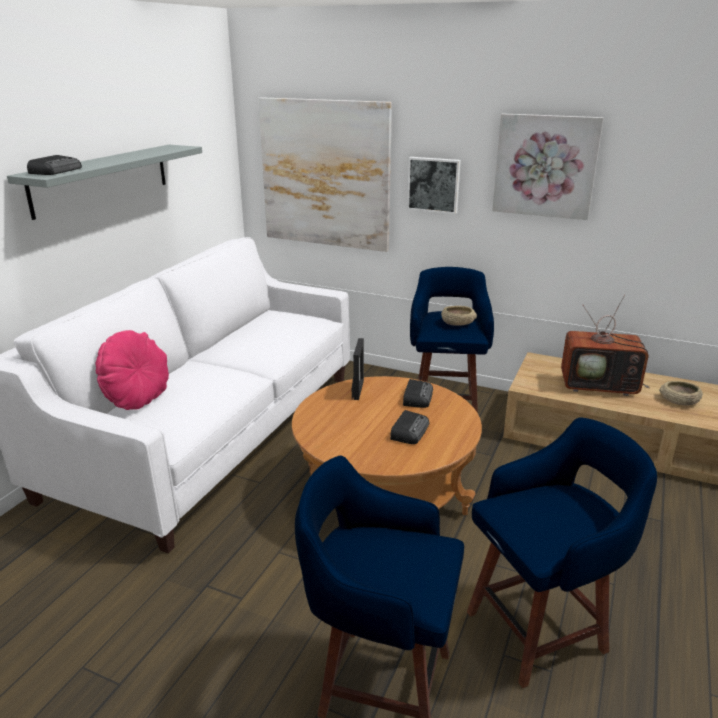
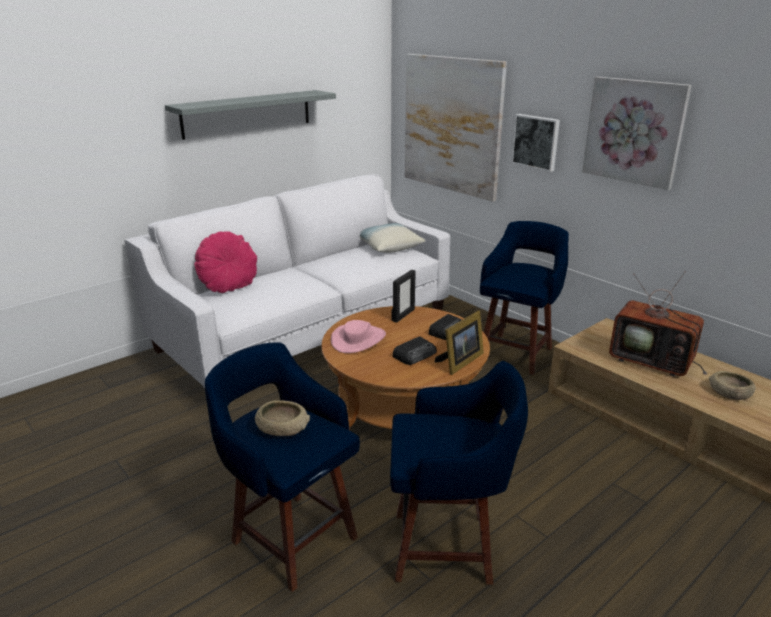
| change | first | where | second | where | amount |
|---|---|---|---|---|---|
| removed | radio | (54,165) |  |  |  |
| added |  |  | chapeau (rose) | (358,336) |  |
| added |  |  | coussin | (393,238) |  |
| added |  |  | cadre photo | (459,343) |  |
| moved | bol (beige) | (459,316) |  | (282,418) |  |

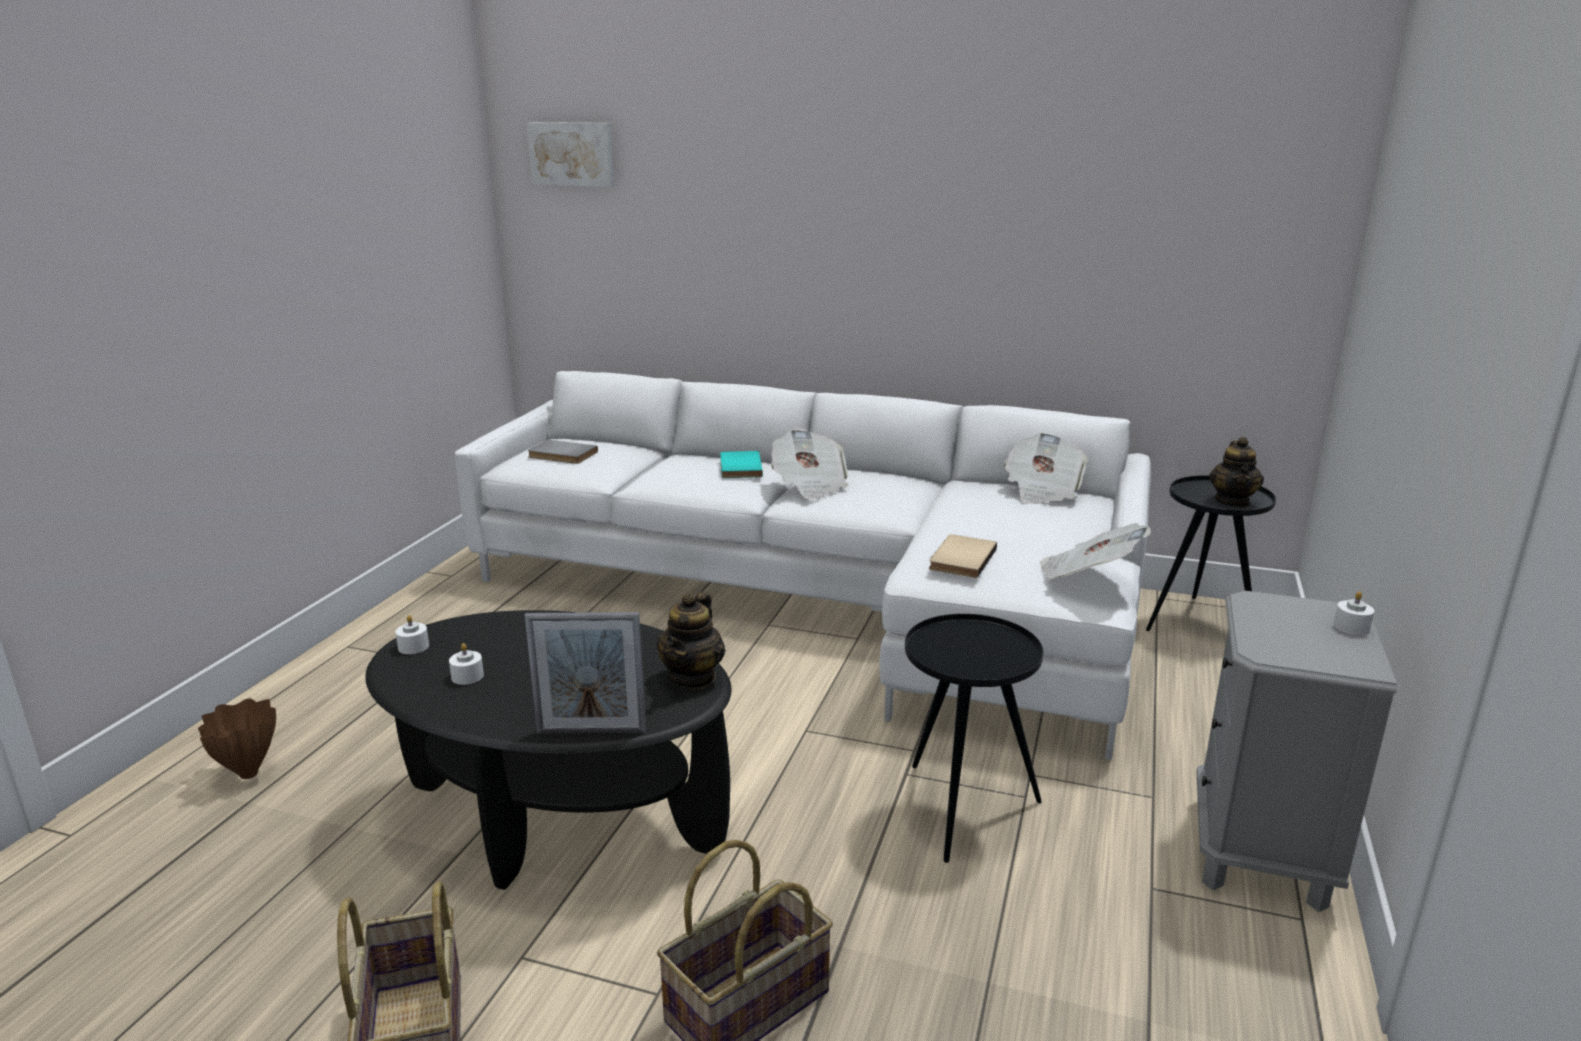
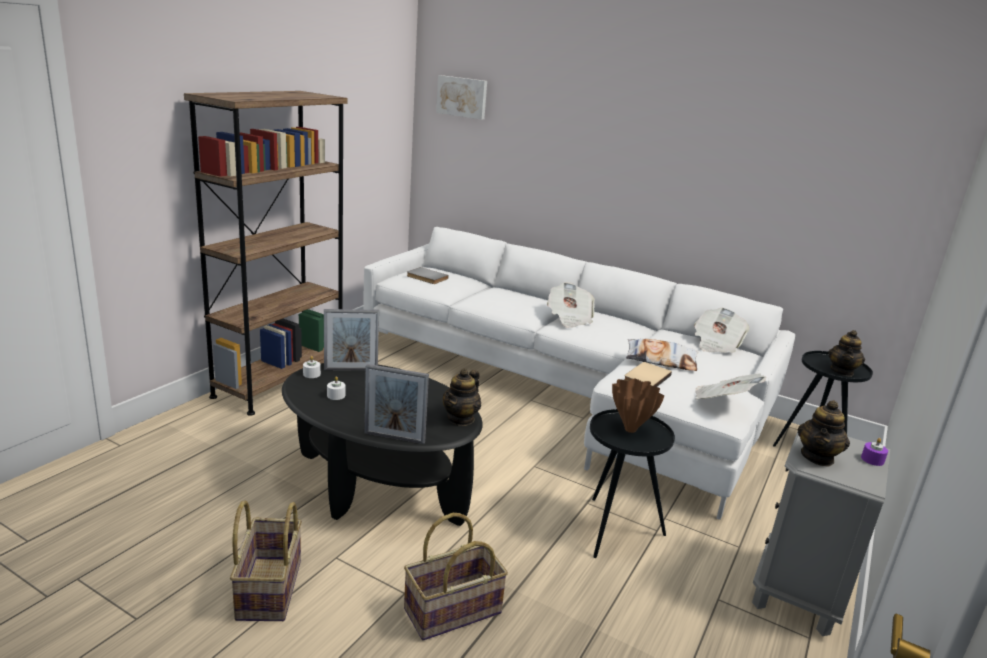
| change | first | where | second | where | amount |
|---|---|---|---|---|---|
| removed | livre (turquoise) | (741,464) |  |  |  |
| added |  |  | bibliothèque (marron) | (265,253) |  |
| added |  |  | cadre photo | (351,339) |  |
| added |  |  | coussin | (662,355) |  |
| added |  |  | théière | (824,433) |  |
| moved | vase (marron) | (237,738) |  | (638,405) |  |
| recoloured | bougie (blanc) | (1354,613) | bougie (violet) | (874,452) |  |

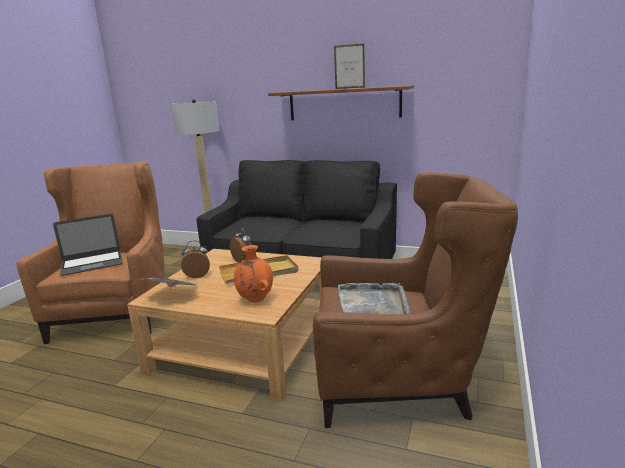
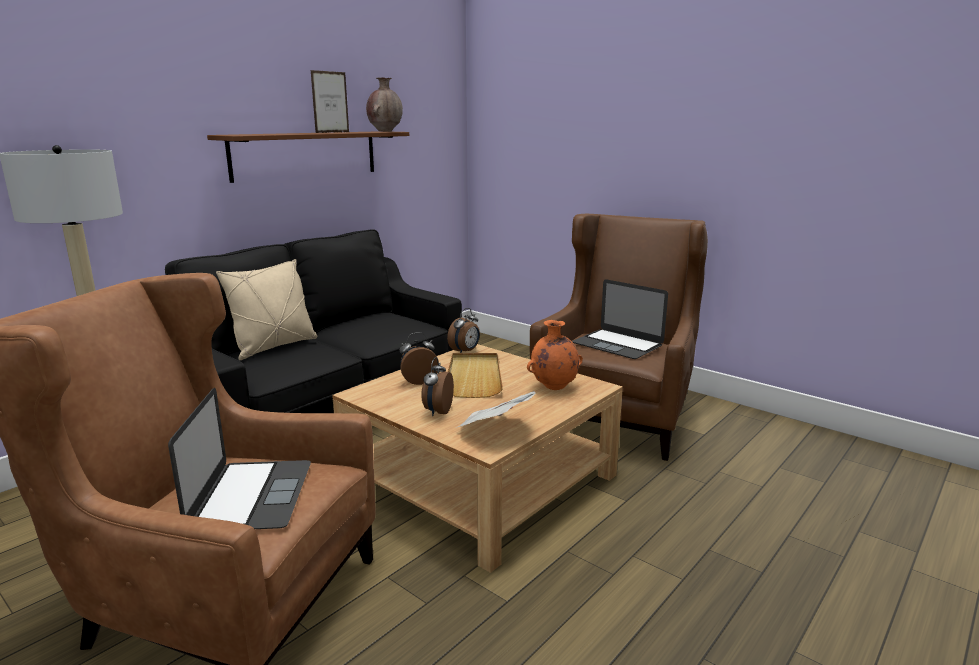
| change | first | where | second | where | amount |
|---|---|---|---|---|---|
| added |  |  | coussin (beige) | (267,309) |  |
| added |  |  | vase (marron) | (384,104) |  |
| added |  |  | réveil | (463,330) |  |
| replaced | plateau (gris) | (374,298) | ordinateur portable | (620,319) |  |

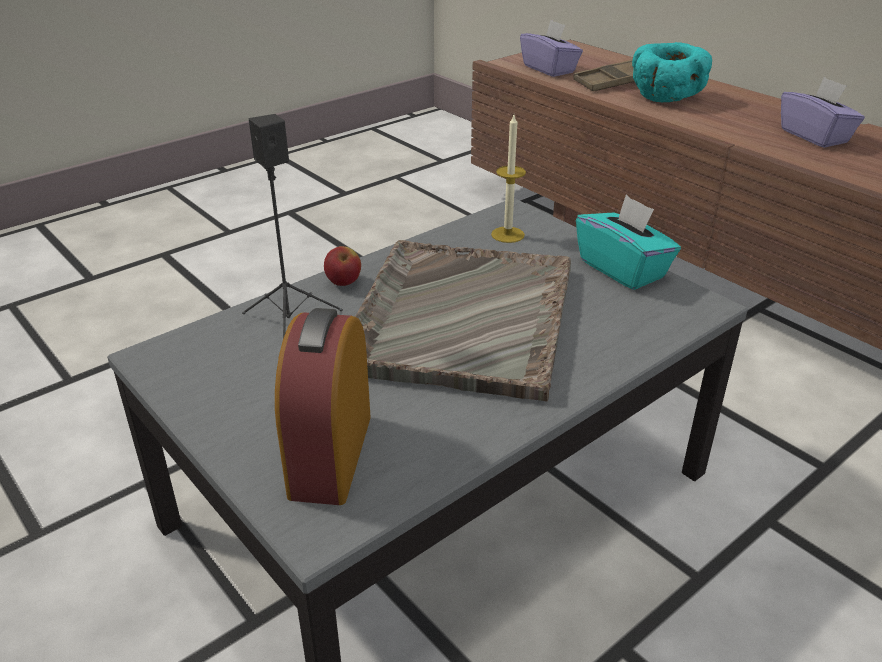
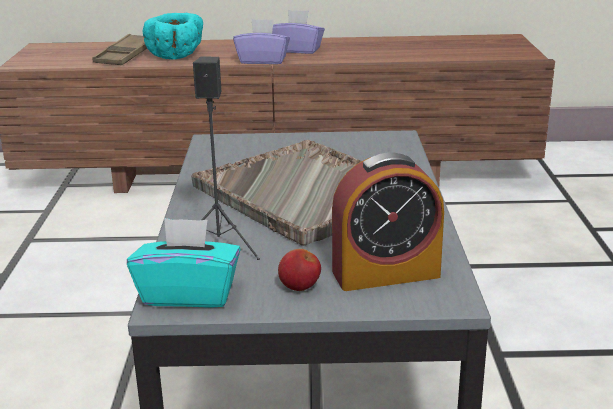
| change | first | where | second | where | amount |
|---|---|---|---|---|---|
| removed | bougie | (508,179) |  |  |  |
| moved | pomme | (342,266) |  | (299,270) |  |
| moved | boîte à mouchoirs (violet) | (551,48) |  | (261,41) |  |
| moved | boîte à mouchoirs (turquoise) | (628,242) |  | (184,263) |  |
| turned | réveil | (323,406) |  | (388,222) | 60 degrees counterclockwise |

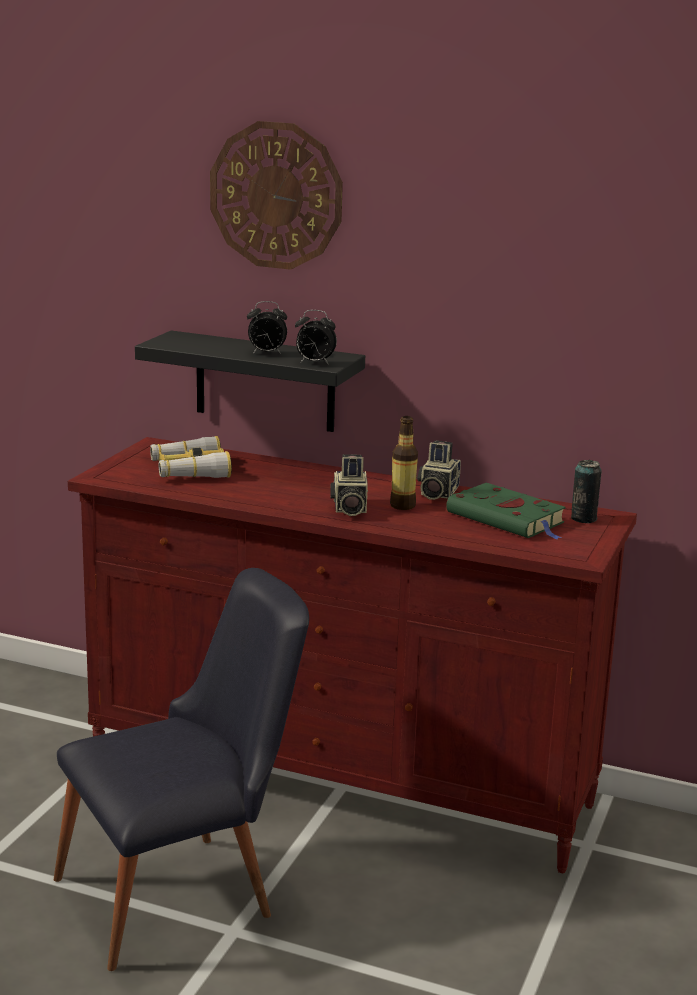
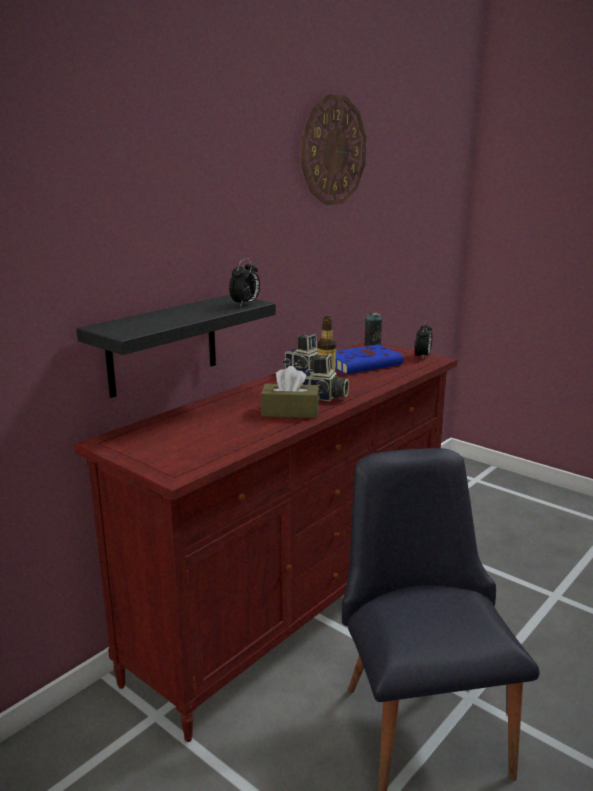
| change | first | where | second | where | amount |
|---|---|---|---|---|---|
| removed | jumelles | (191,457) |  |  |  |
| added |  |  | boîte à mouchoirs (marron) | (290,392) |  |
| moved | horloge murale | (276,195) |  | (333,149) |  |
| moved | réveil | (267,327) |  | (423,340) |  |
| recoloured | livre (vert) | (506,511) | livre (bleu) | (369,359) |  |

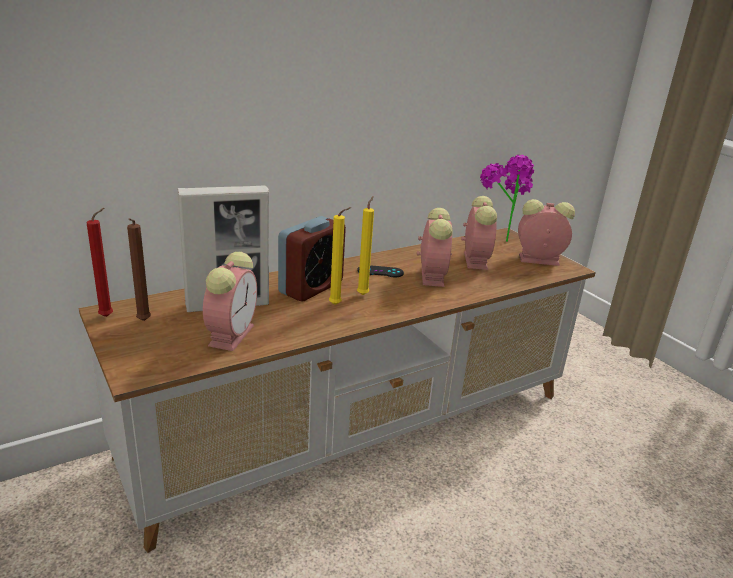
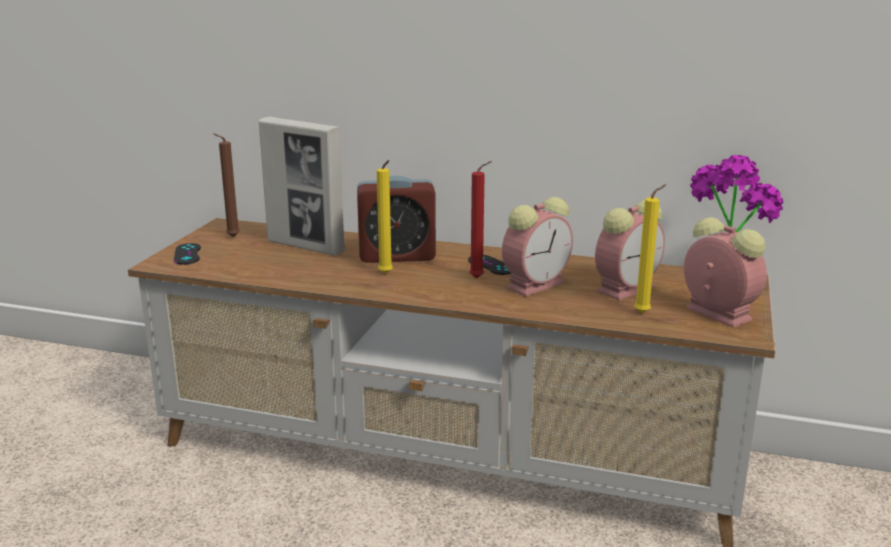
| change | first | where | second | where | amount |
|---|---|---|---|---|---|
| removed | réveil | (230,301) |  |  |  |
| added |  |  | manette (noir) | (187,254) |  |
| moved | bougie (rouge) | (100,262) |  | (480,219) |  |
| moved | bougie (jaune) | (365,245) |  | (650,248) |  |

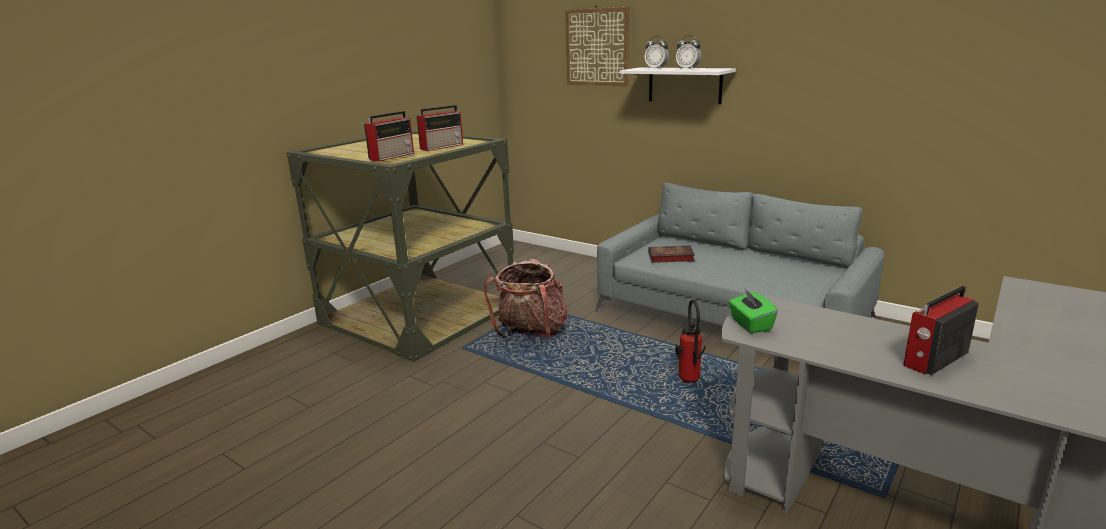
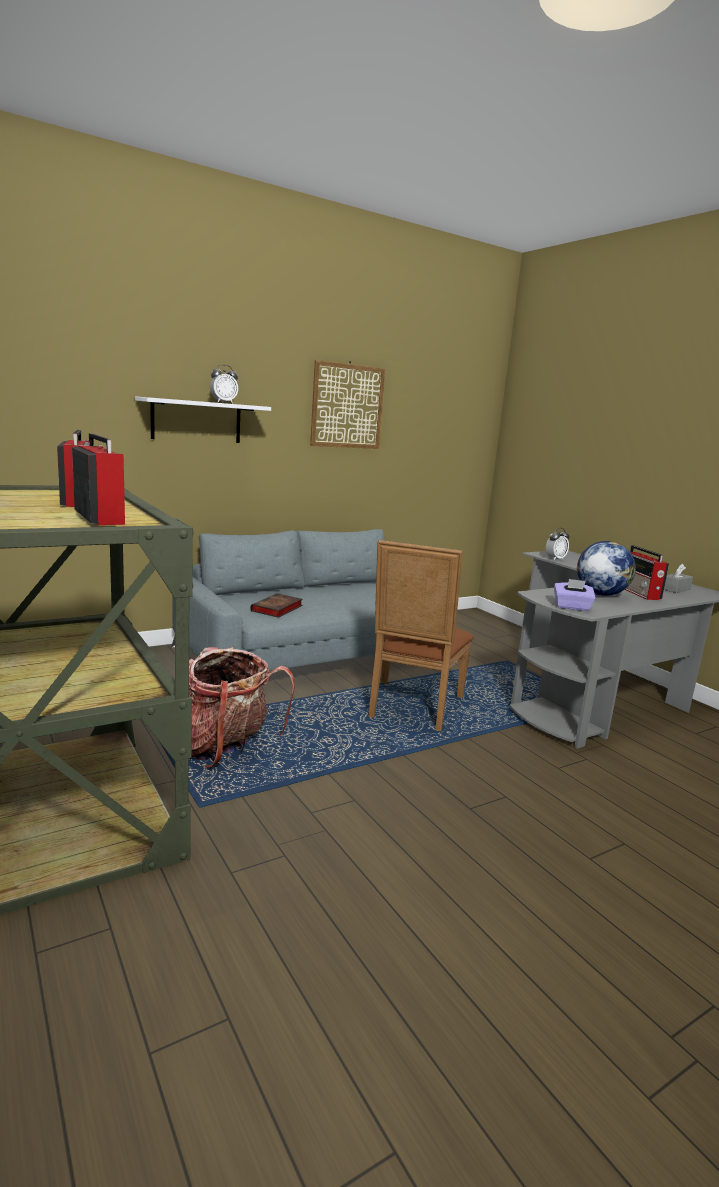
| change | first | where | second | where | amount |
|---|---|---|---|---|---|
| added |  |  | globe | (606,568) |  |
| added |  |  | boîte à mouchoirs (gris) | (678,578) |  |
| moved | tableau | (597,46) |  | (347,404) |  |
| moved | réveil | (657,52) |  | (557,544) |  |
| replaced | extincteur | (690,341) | chaise (marron) | (421,635) |  |
| recoloured | boîte à mouchoirs (vert) | (753,311) | boîte à mouchoirs (violet) | (575,595) |  |

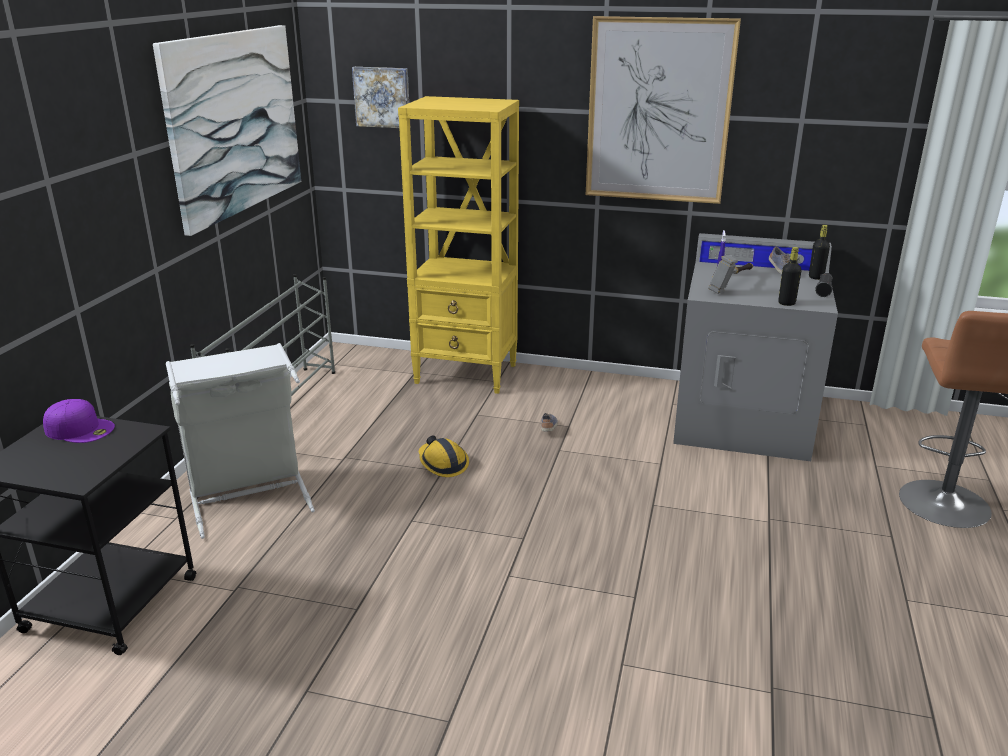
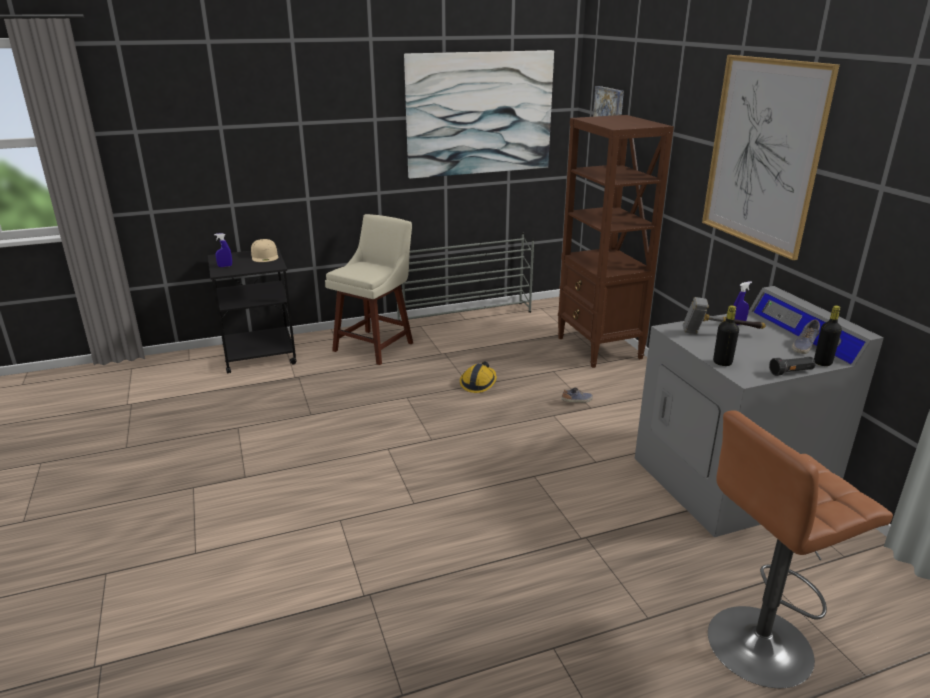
| change | first | where | second | where | amount |
|---|---|---|---|---|---|
| added |  |  | vaporisateur (bleu) | (223,250) |  |
| replaced | panier à linge (gris) | (240,441) | tabouret (beige) | (369,289) |  |
| recoloured | casquette (violet) | (79,421) | casquette (beige) | (264,250) |  |
| recoloured | bibliothèque (jaune) | (458,245) | bibliothèque (marron) | (616,241) |  |

